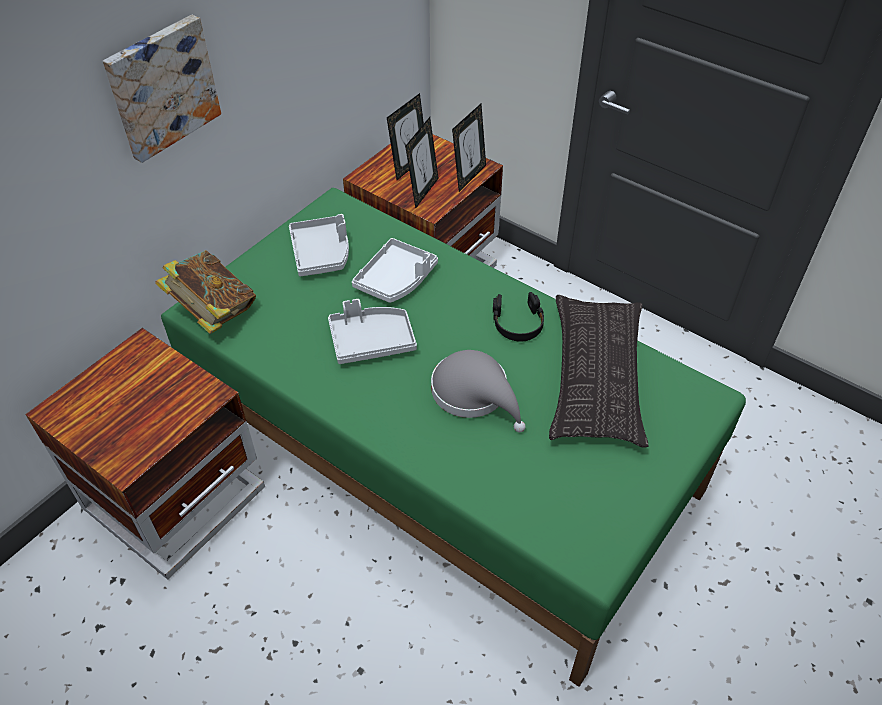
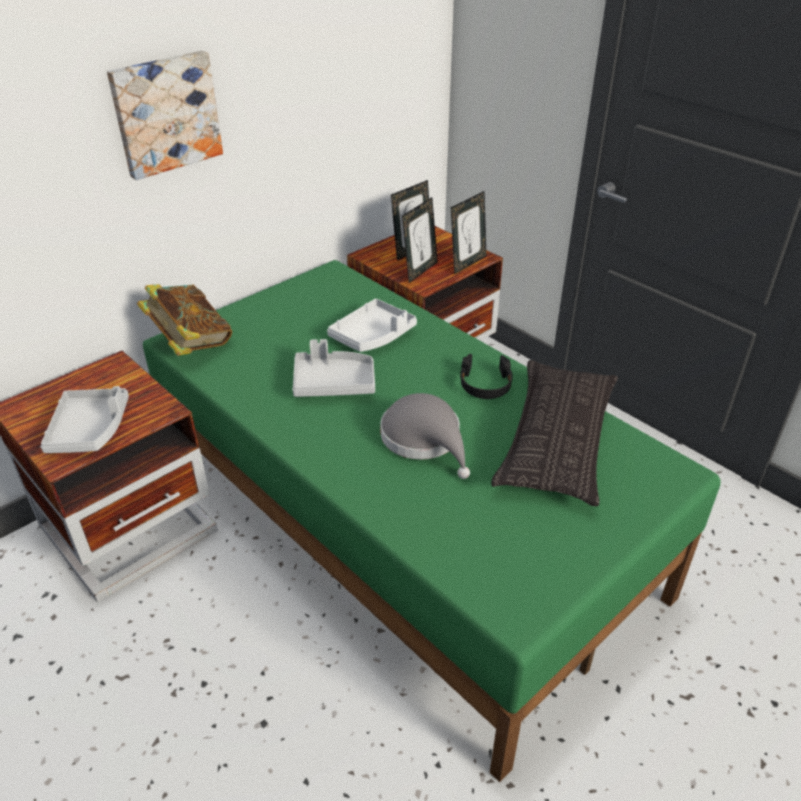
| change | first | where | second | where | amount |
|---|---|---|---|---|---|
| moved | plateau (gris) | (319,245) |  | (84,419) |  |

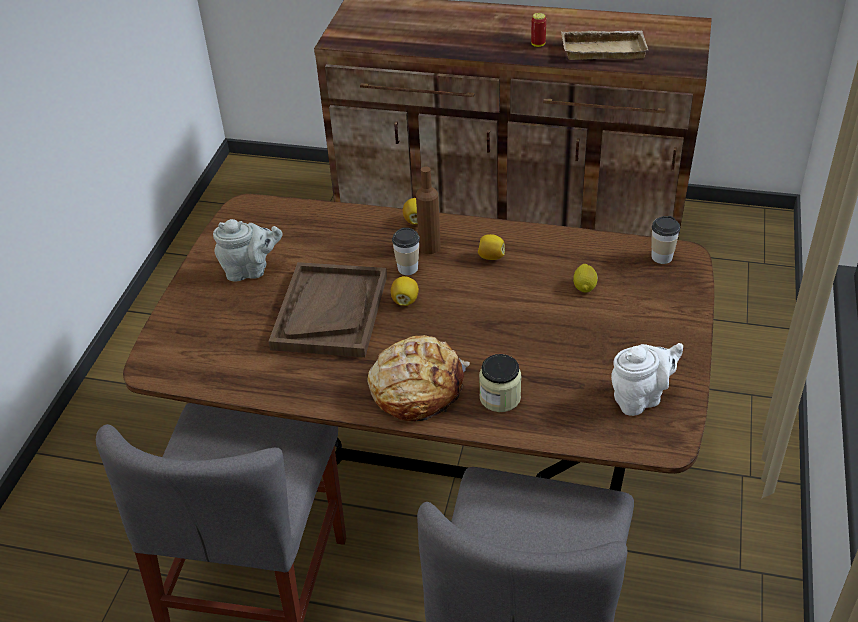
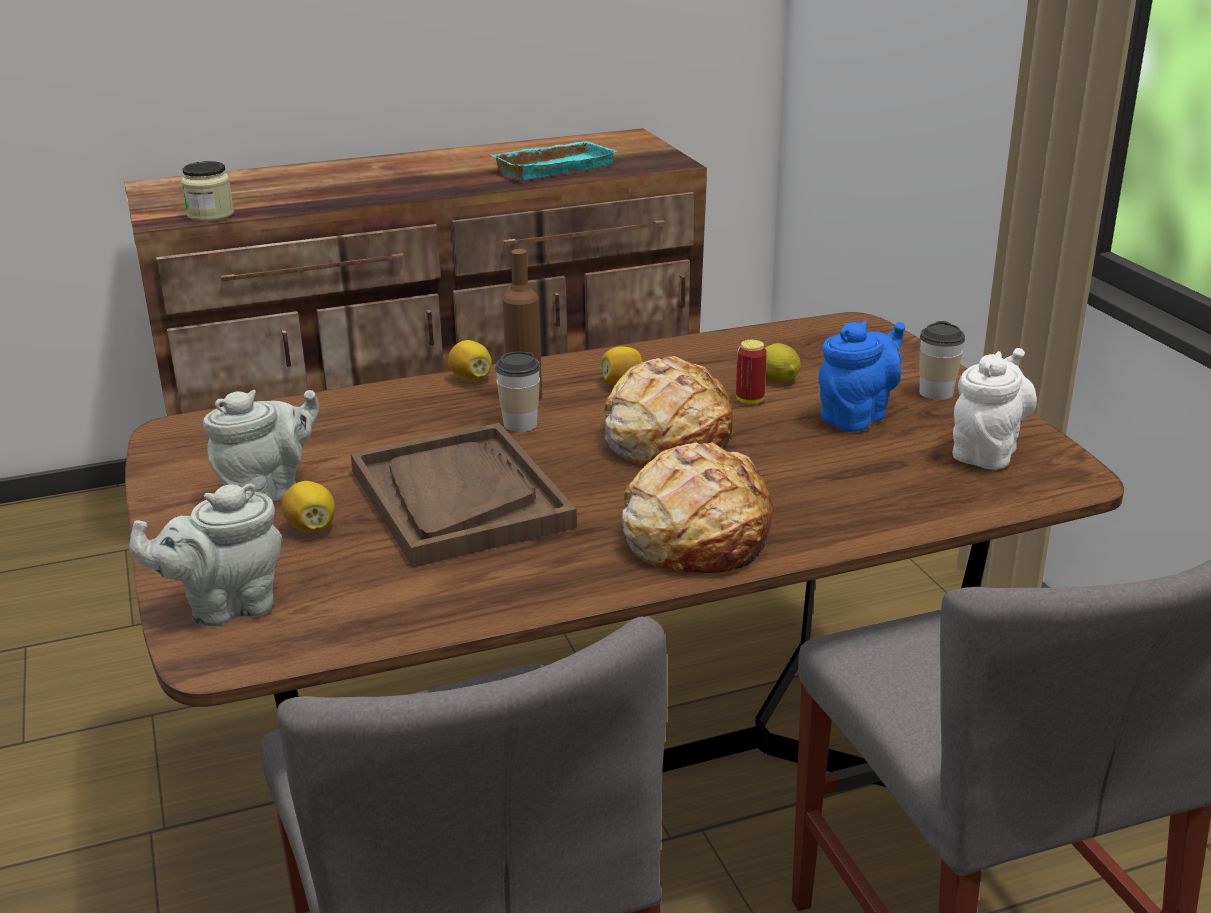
| change | first | where | second | where | amount |
|---|---|---|---|---|---|
| added |  |  | théière (gris) | (206,554) |  |
| added |  |  | pain | (668,410) |  |
| added |  |  | théière (bleu) | (862,376) |  |
| moved | citron | (405,291) |  | (308,506) |  |
| moved | bocal | (500,383) |  | (207,191) |  |
| moved | boîte métallique | (538,30) |  | (751,372) |  |
| moved | tasse | (665,240) |  | (942,360) |  |
| recoloured | plateau (beige) | (605,45) | plateau (turquoise) | (553,160) |  |

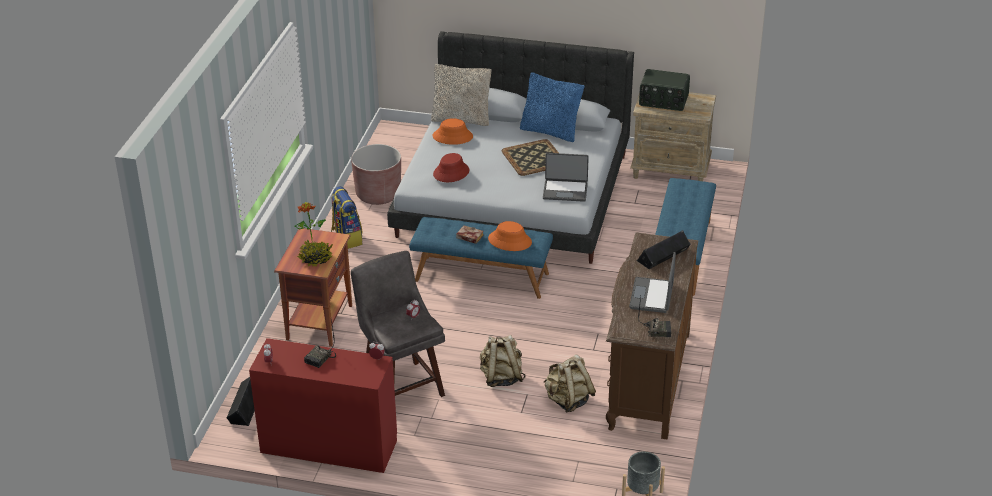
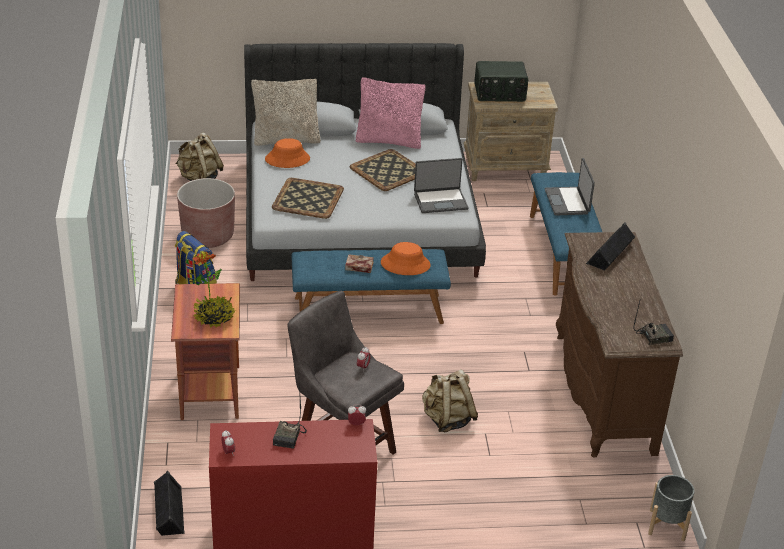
| change | first | where | second | where | amount |
|---|---|---|---|---|---|
| moved | sac à dos (beige) | (570,383) |  | (199,156) |  |
| moved | ordinateur portable | (652,282) |  | (570,187) |  |
| replaced | chapeau (rouge) | (451,167) | plateau | (308,198) |  |
| recoloured | coussin (bleu) | (552,107) | coussin (rose) | (391,113) |  |

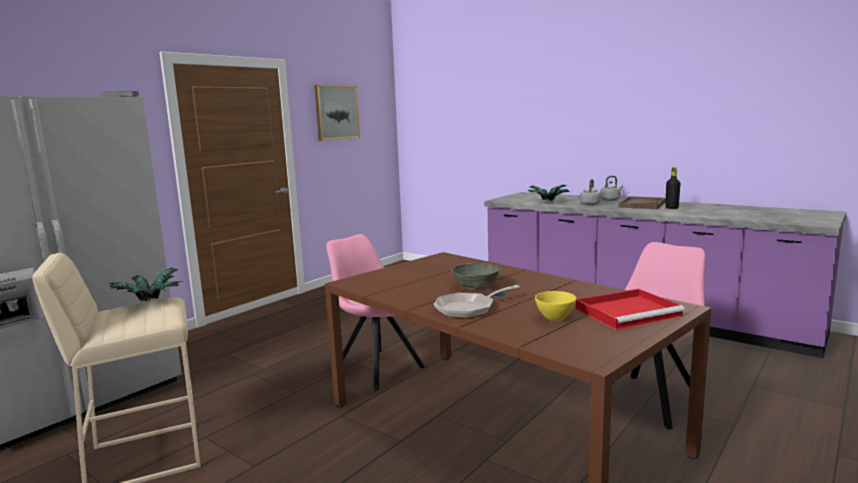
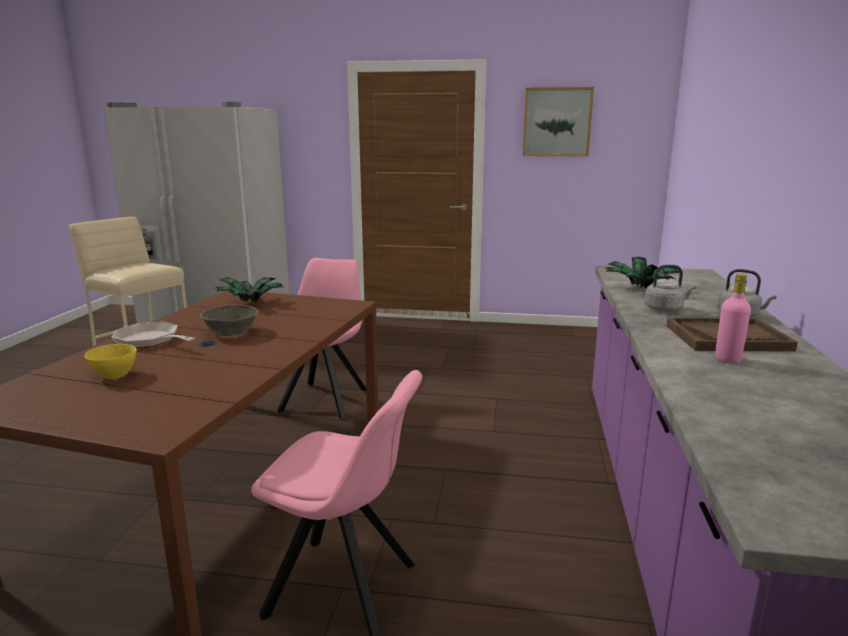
| change | first | where | second | where | amount |
|---|---|---|---|---|---|
| removed | plateau (rouge) | (630,309) |  |  |  |
| moved | plante en pot | (144,284) |  | (249,290) |  |
| recoloured | bouteille (noir) | (673,188) | bouteille (rose) | (733,318) |  |

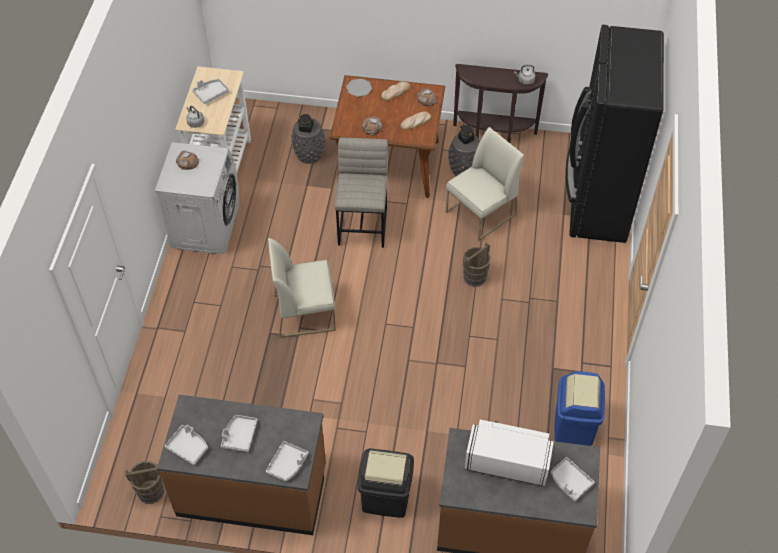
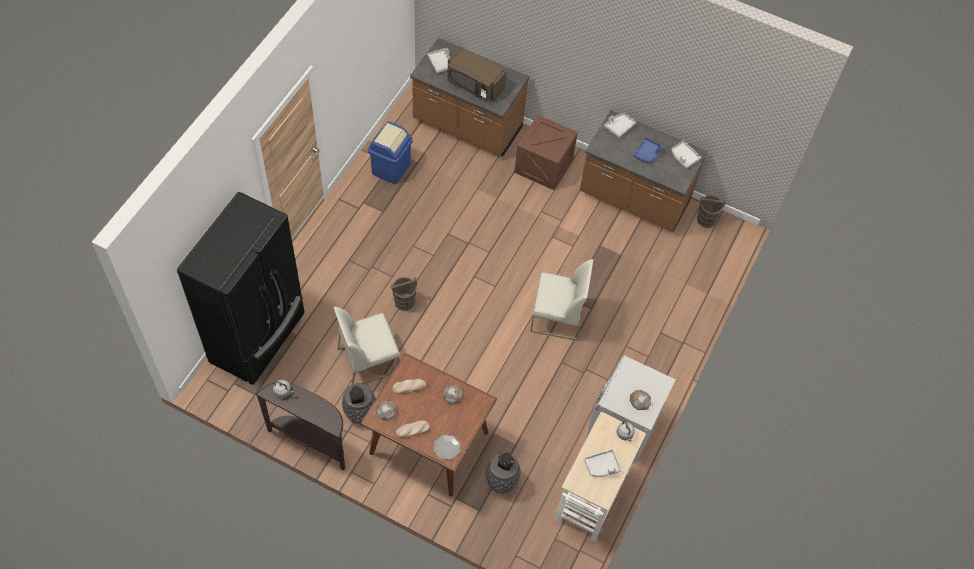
| change | first | where | second | where | amount |
|---|---|---|---|---|---|
| removed | chaise (gris) | (361,193) |  |  |  |
| replaced | poubelle (noir) | (386,483) | caisse | (546,152) |  |
| recoloured | plateau (gris) | (239,433) | plateau (bleu) | (648,150) |  |
| recoloured | micro-ondes (blanc) | (509,453) | micro-ondes (marron) | (477,74) |  |

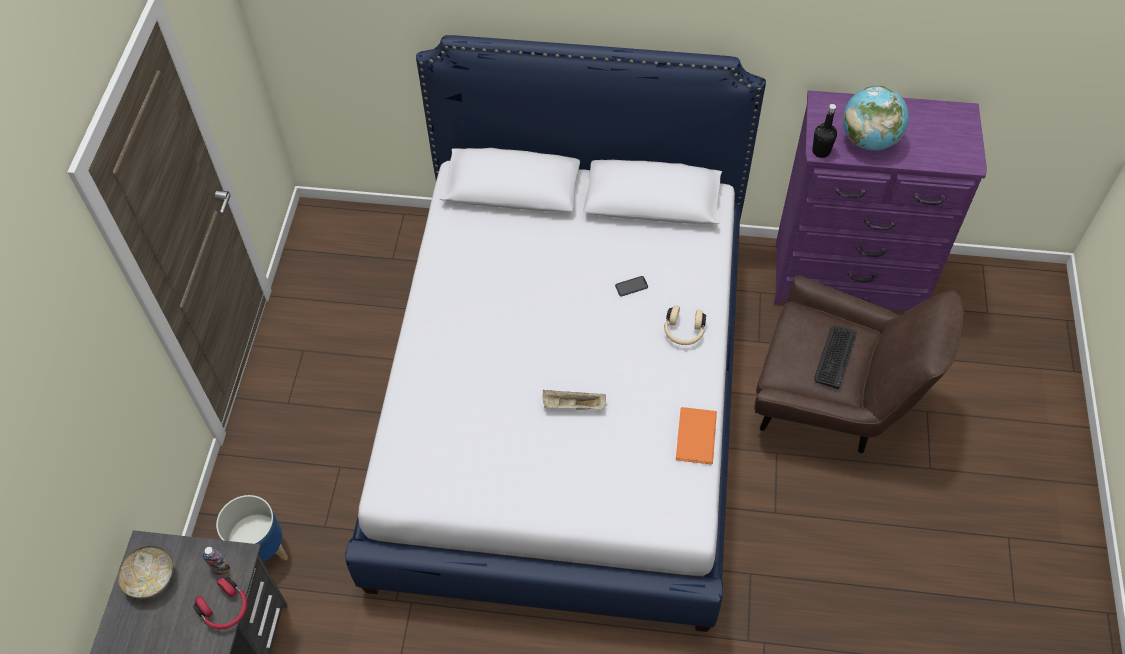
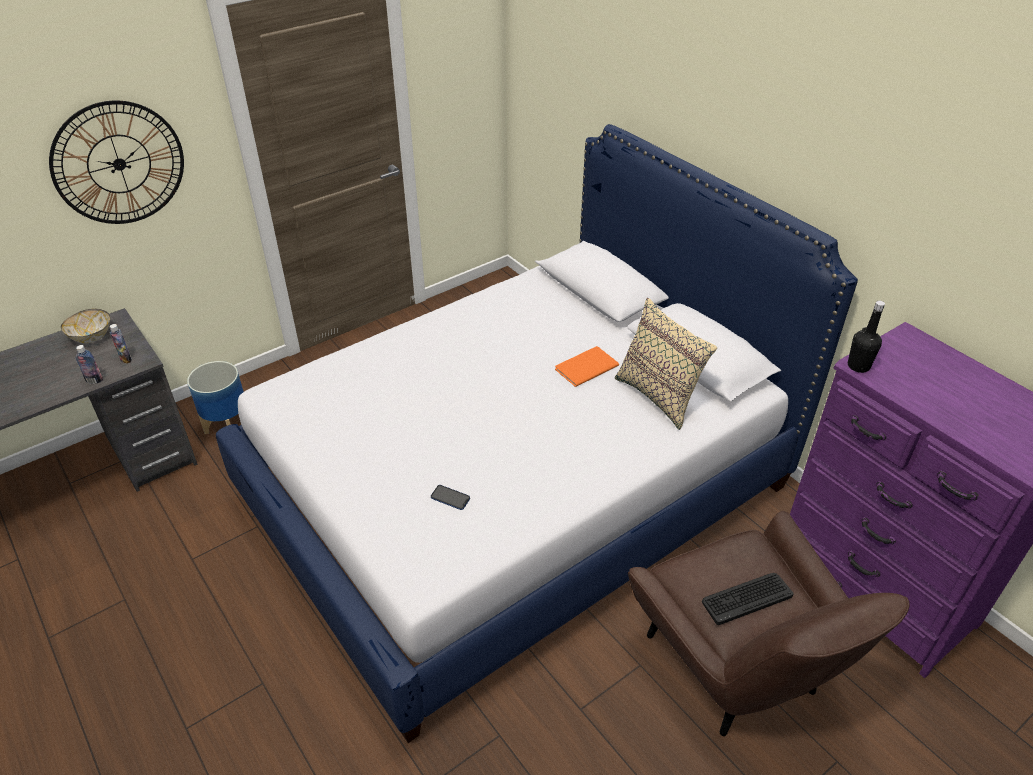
| change | first | where | second | where | amount |
|---|---|---|---|---|---|
| removed | plateau (beige) | (574,400) |  |  |  |
| removed | casque audio (beige) | (685,325) |  |  |  |
| removed | globe | (876,118) |  |  |  |
| added |  |  | horloge murale | (116,162) |  |
| added |  |  | coussin (beige) | (666,364) |  |
| moved | téléphone | (631,286) |  | (450,497) |  |
| moved | livre (orange) | (696,435) |  | (587,366) |  |
| replaced | casque audio (rouge) | (220,603) | bouteille | (89,364) |  |

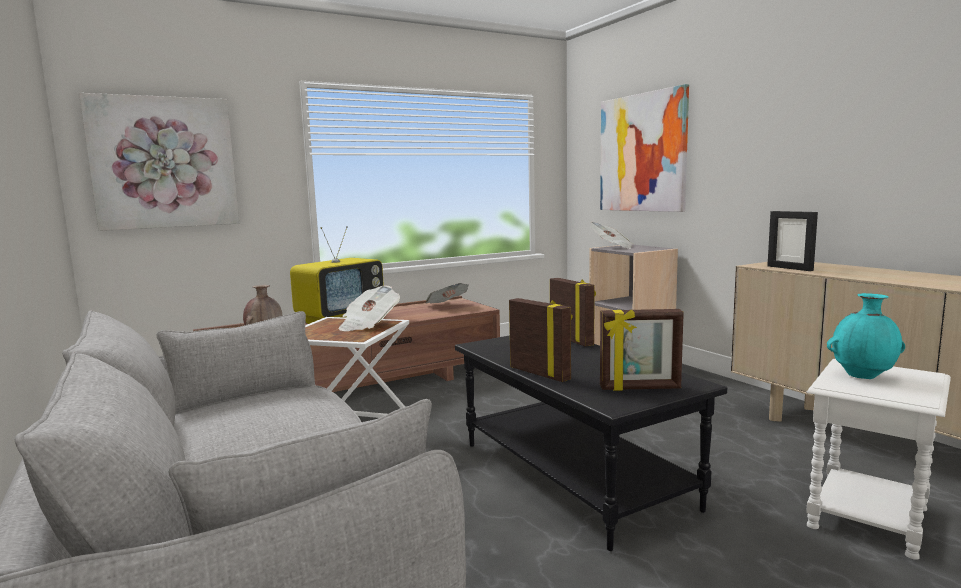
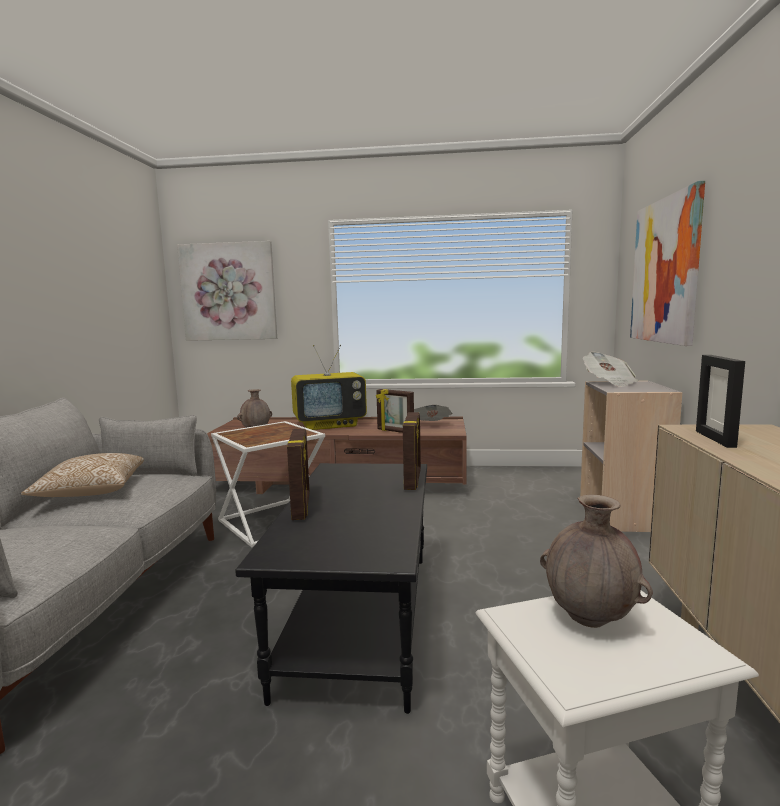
| change | first | where | second | where | amount |
|---|---|---|---|---|---|
| removed | journal | (369,308) |  |  |  |
| added |  |  | coussin | (82,475) |  |
| moved | cadre photo | (642,350) |  | (395,411) |  |
| recoloured | vase (turquoise) | (866,336) | vase (marron) | (596,561) |  |

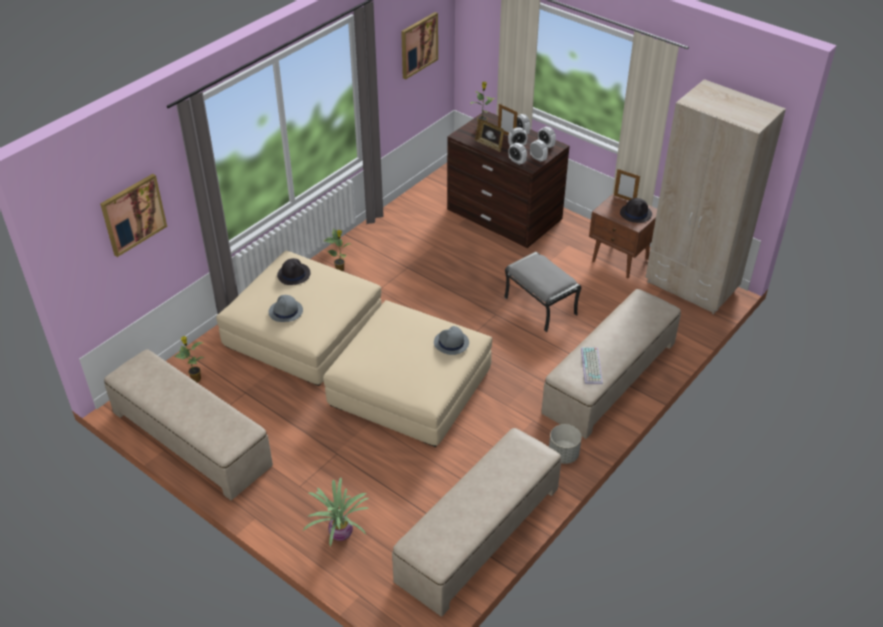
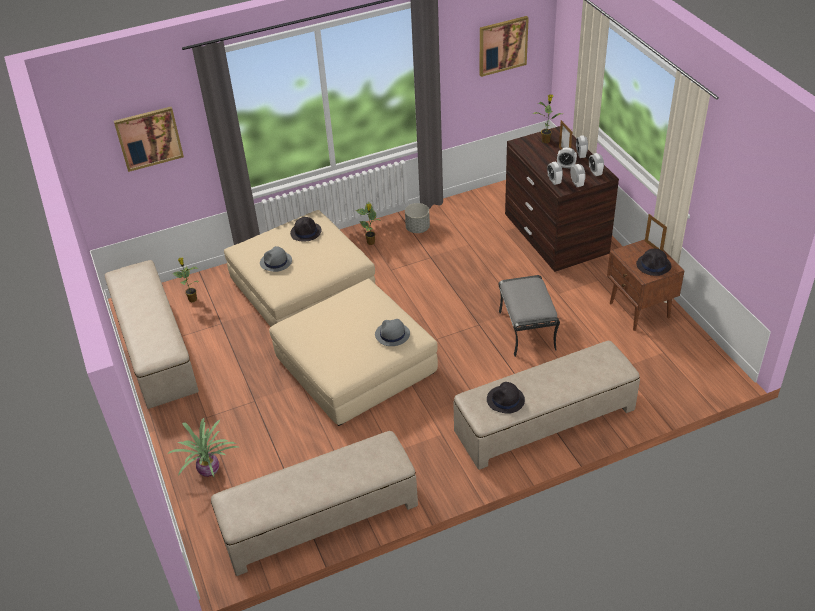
| change | first | where | second | where | amount |
|---|---|---|---|---|---|
| removed | cadre photo | (489,135) |  |  |  |
| removed | armoire (beige) | (716,196) |  |  |  |
| moved | cache-pot (gris) | (565,444) |  | (417,218) |  |
| replaced | clavier | (592,365) | chapeau (noir) | (506,398) |  |

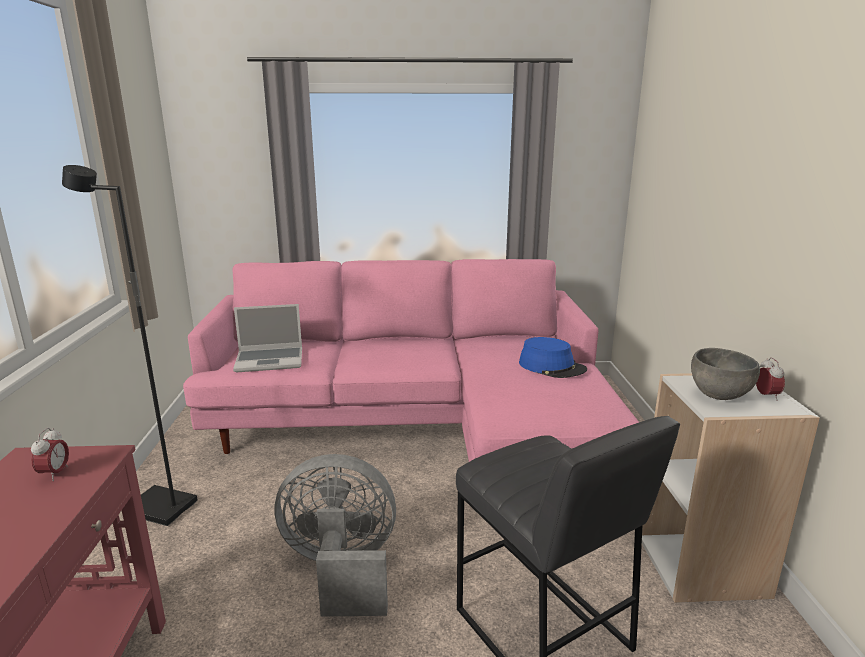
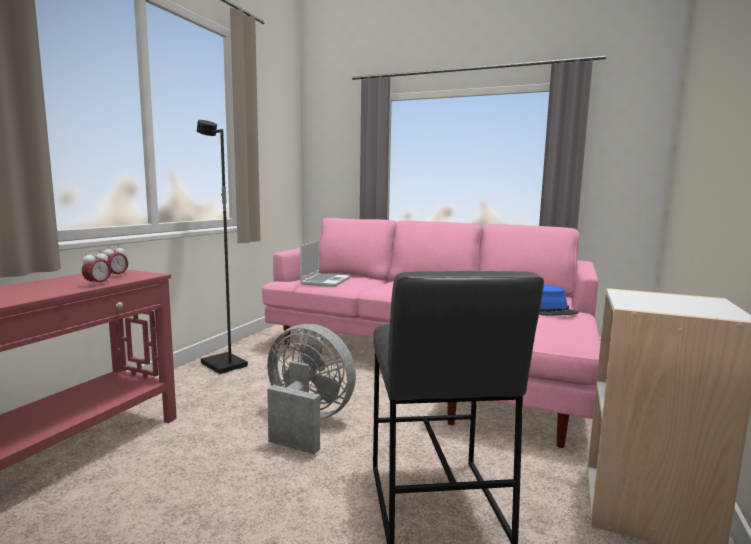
| change | first | where | second | where | amount |
|---|---|---|---|---|---|
| removed | bol (gris) | (725,374) |  |  |  |
| moved | réveil | (770,379) |  | (96,268) |  |
| turned | ordinateur portable | (267,338) |  | (325,263) | 90 degrees counterclockwise |

